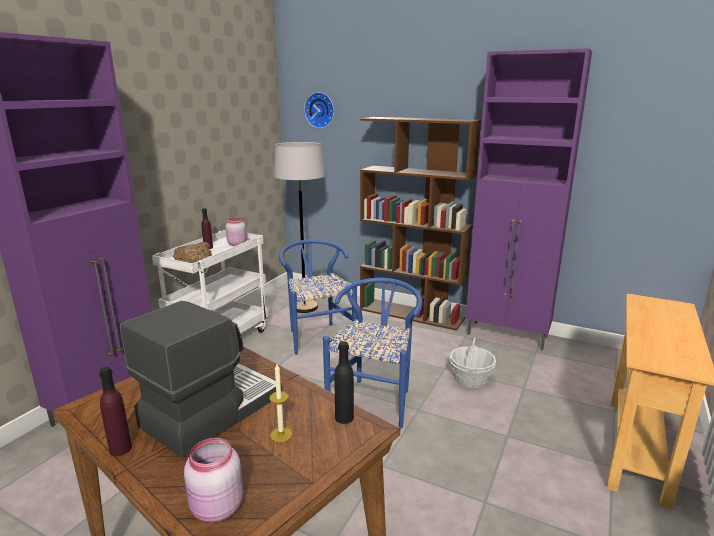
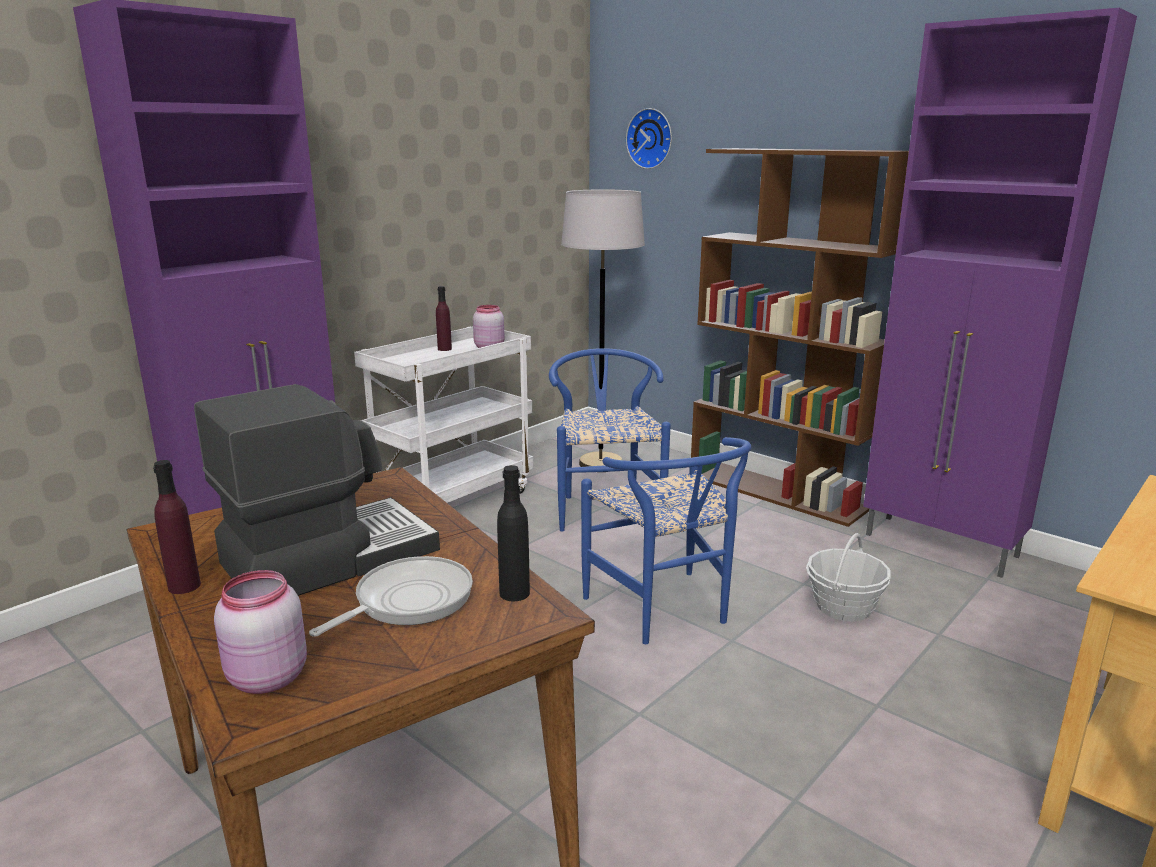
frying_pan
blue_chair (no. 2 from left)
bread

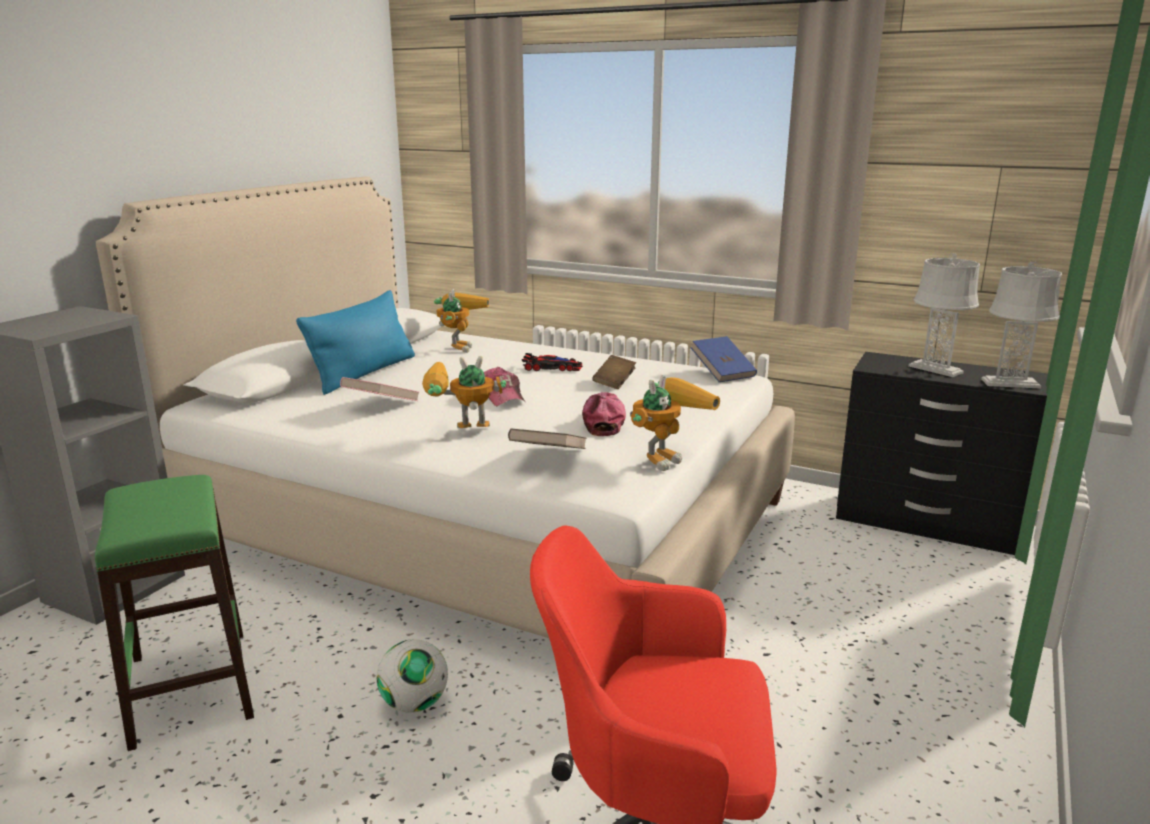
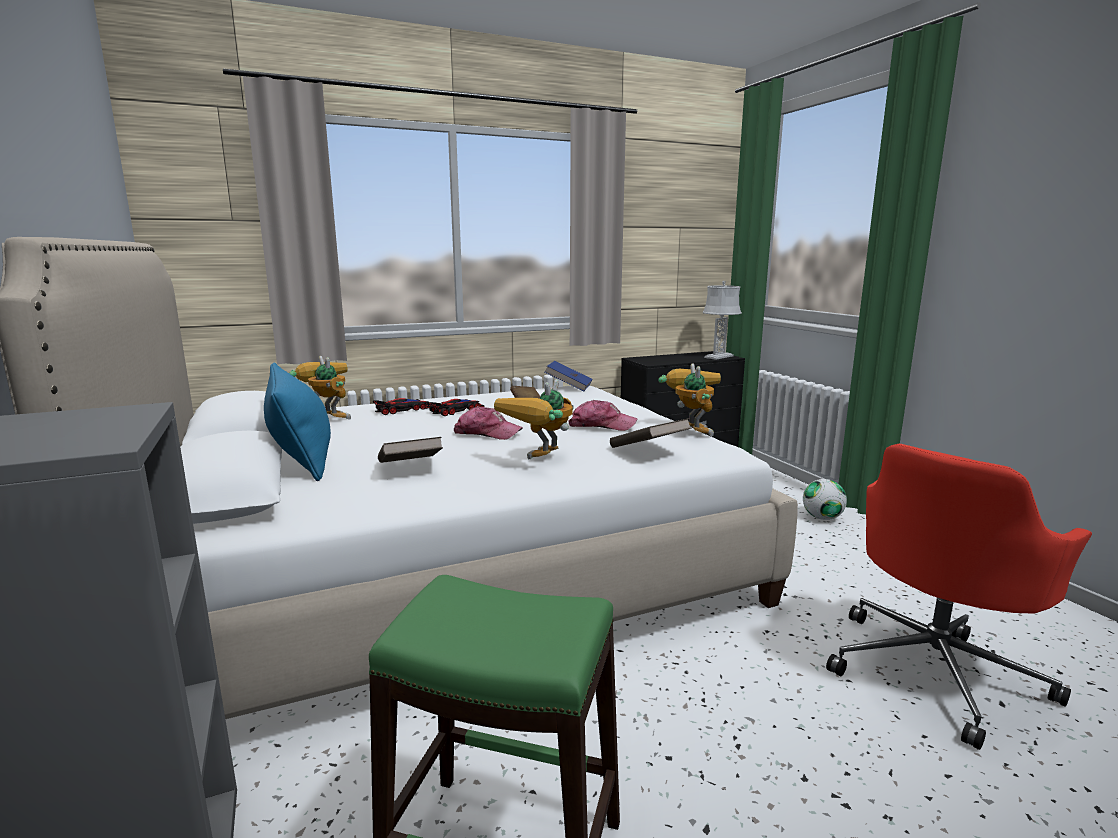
toy_car (no. 1 from left)
brown_book (no. 1 from left)
cap (no. 2 from left)
football
grey_table_lamp (no. 1 from left in the first image)

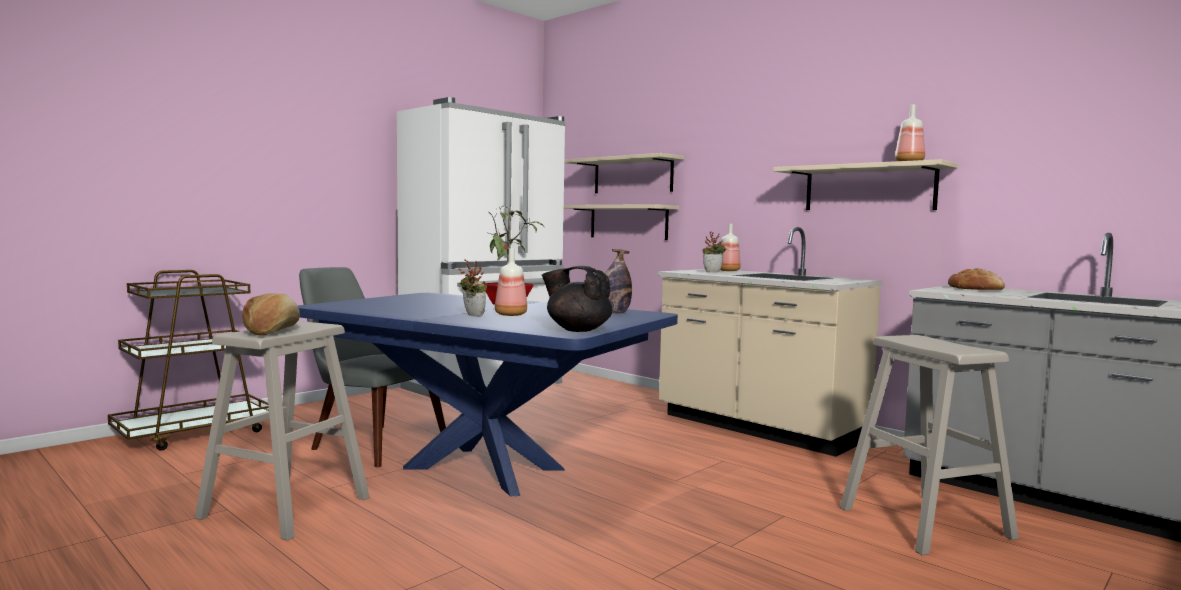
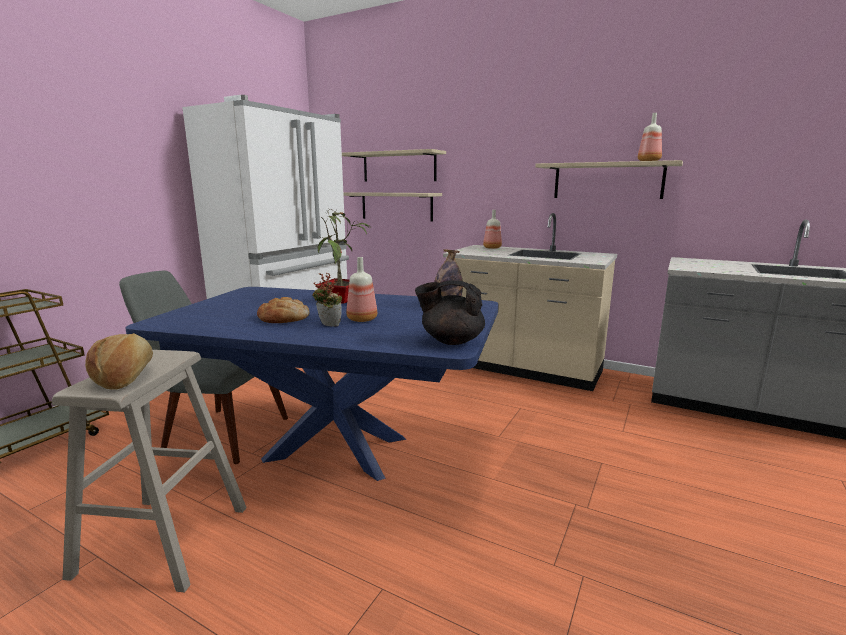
bread (no. 2 from left)
potted_plant (no. 3 from left in the first image)
beige_stool (no. 2 from left in the first image)

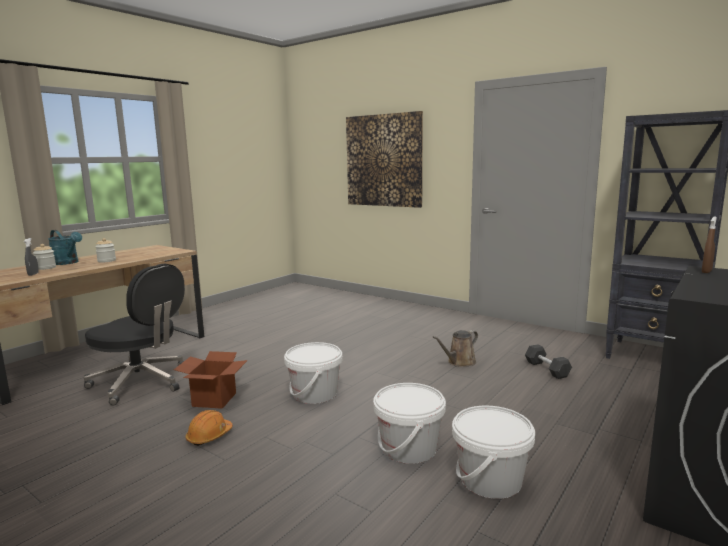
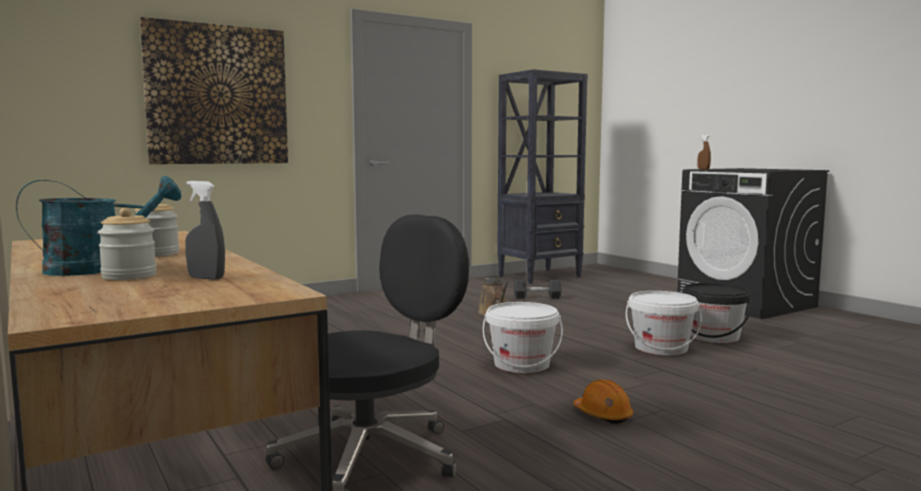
black_bucket
cardboard_box

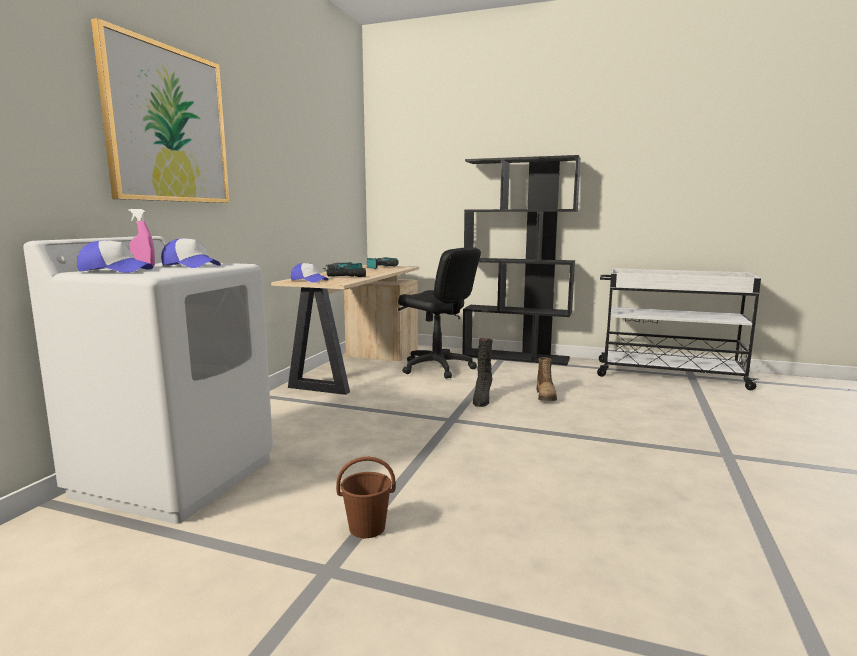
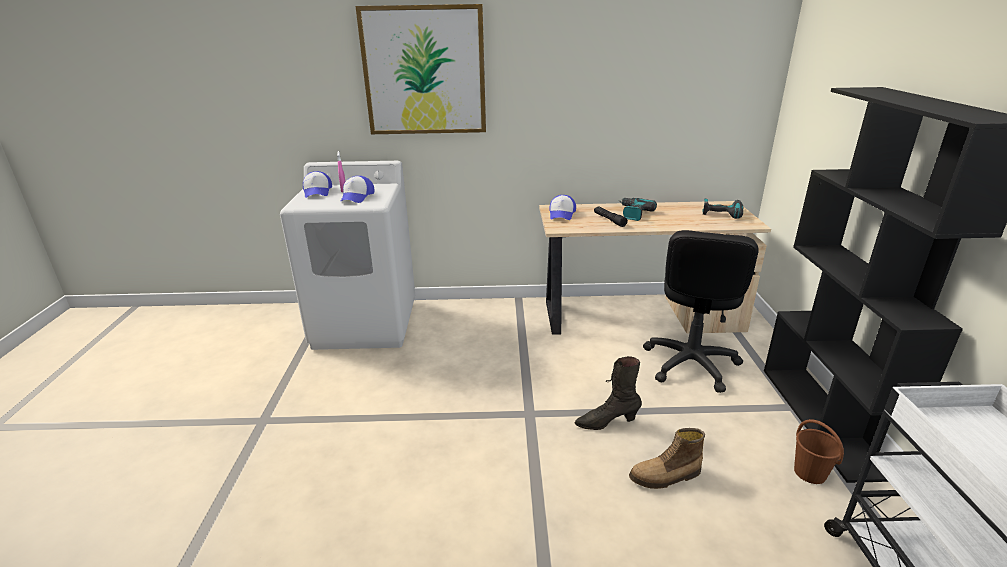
brown_bucket

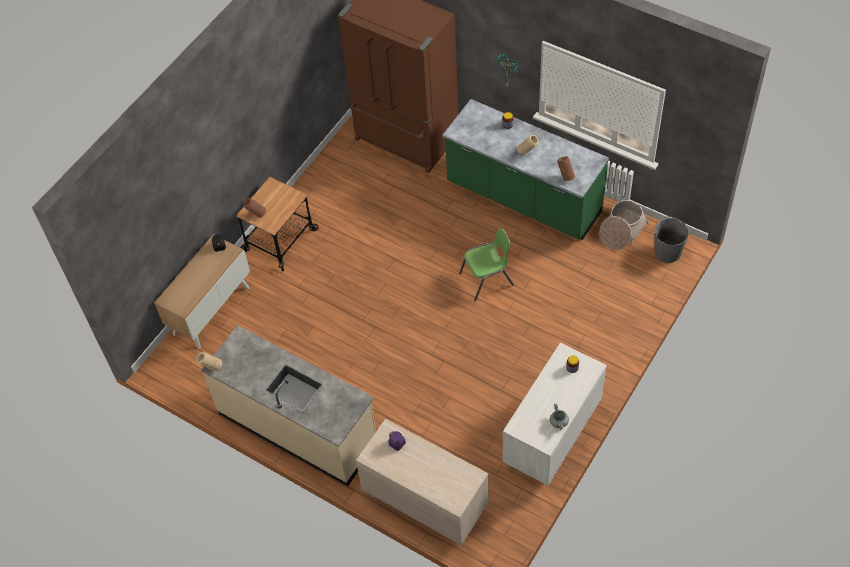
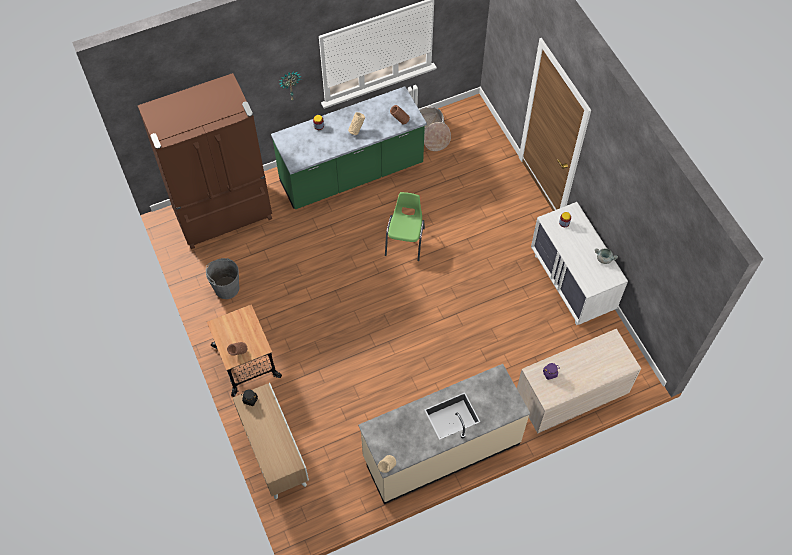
grey_bucket

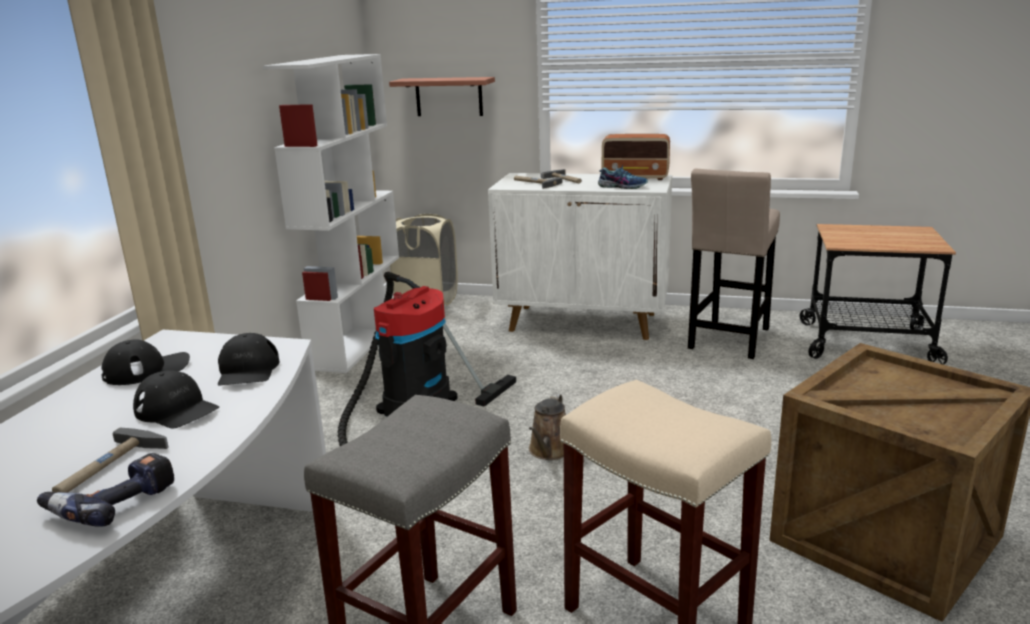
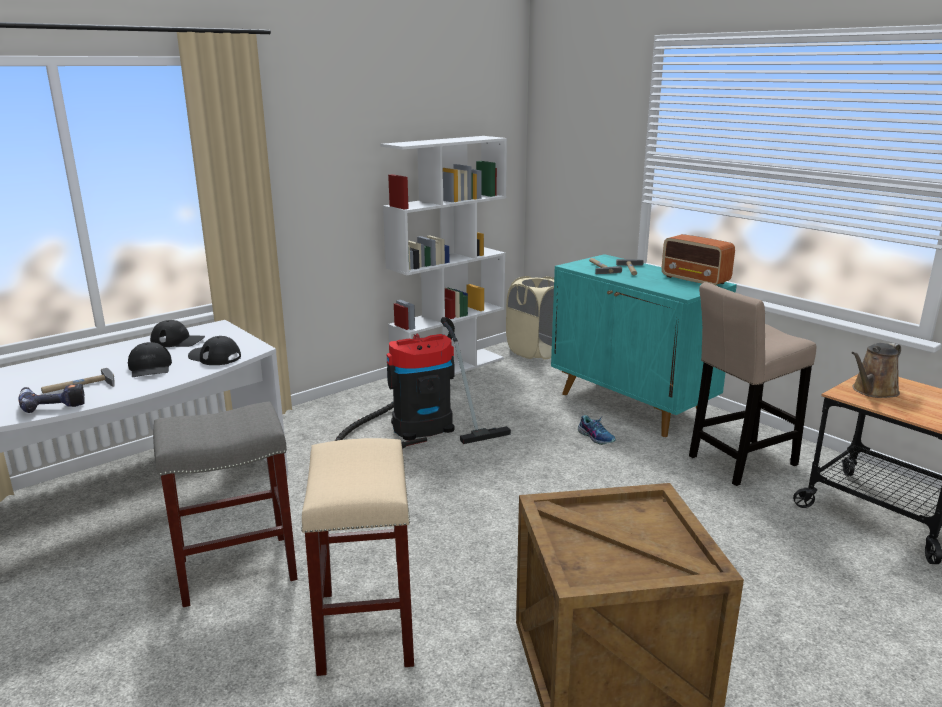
black_cap (no. 3 from left)
turquoise_cabinet
shoe
brown_watering_can
shelf

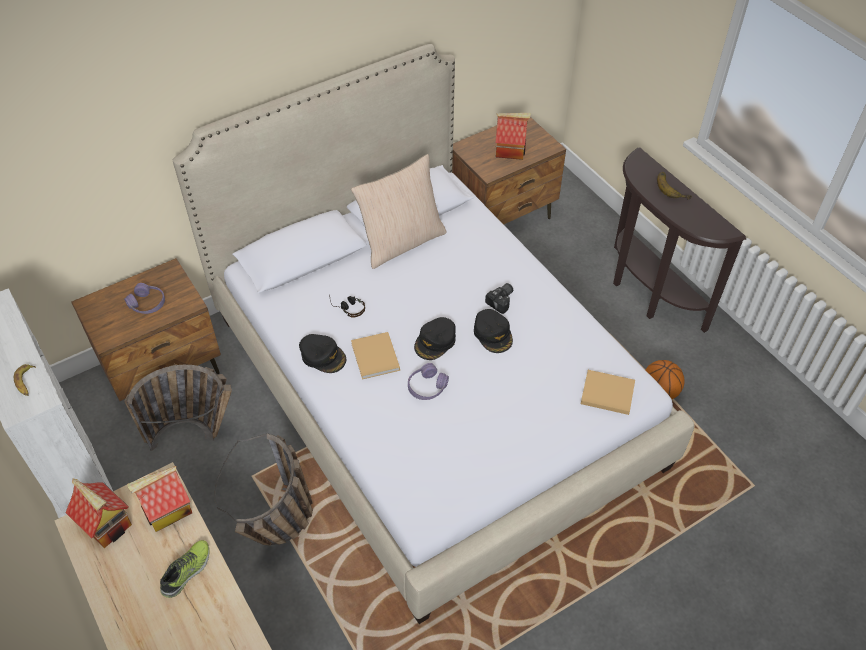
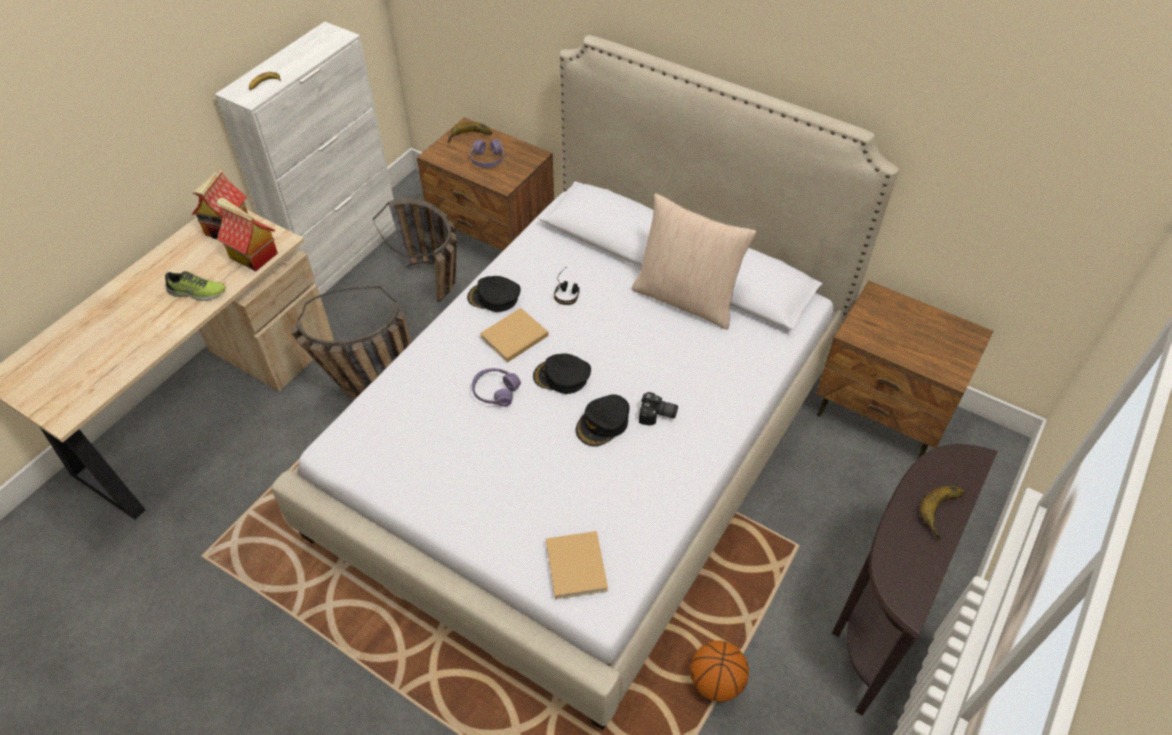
banana (no. 2 from left)
black_cap (no. 1 from left)
toy_house (no. 3 from left in the first image)

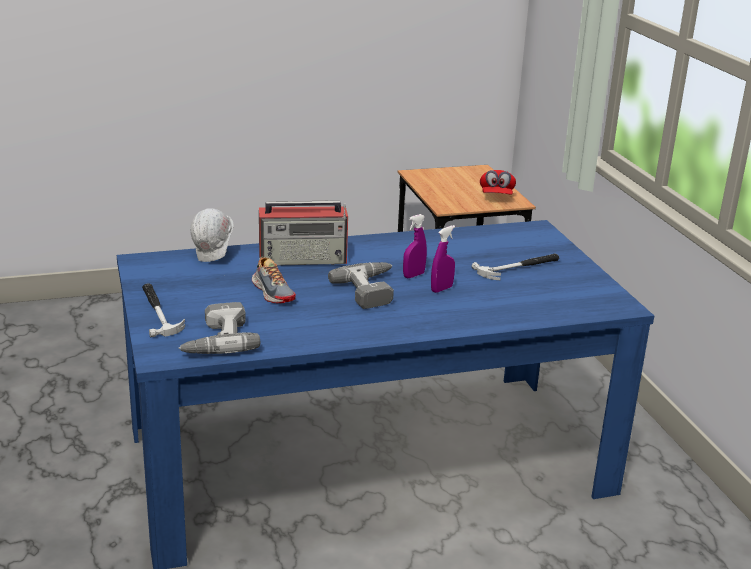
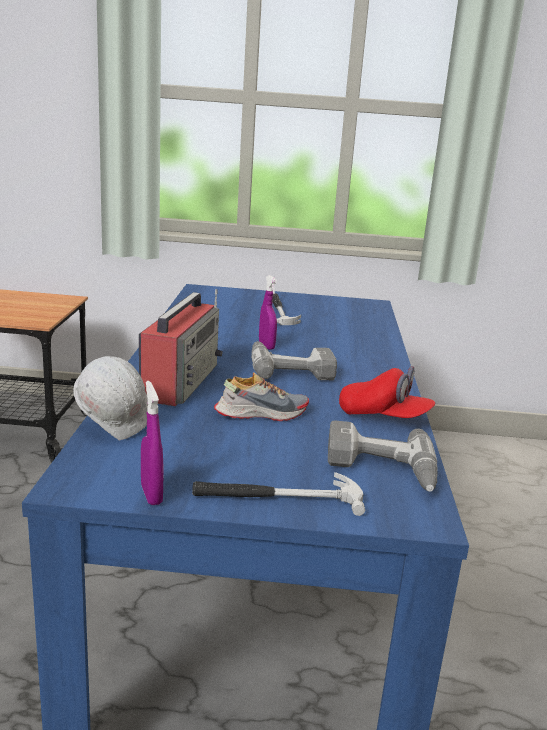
purple_spray_bottle (no. 1 from left)
red_cap

